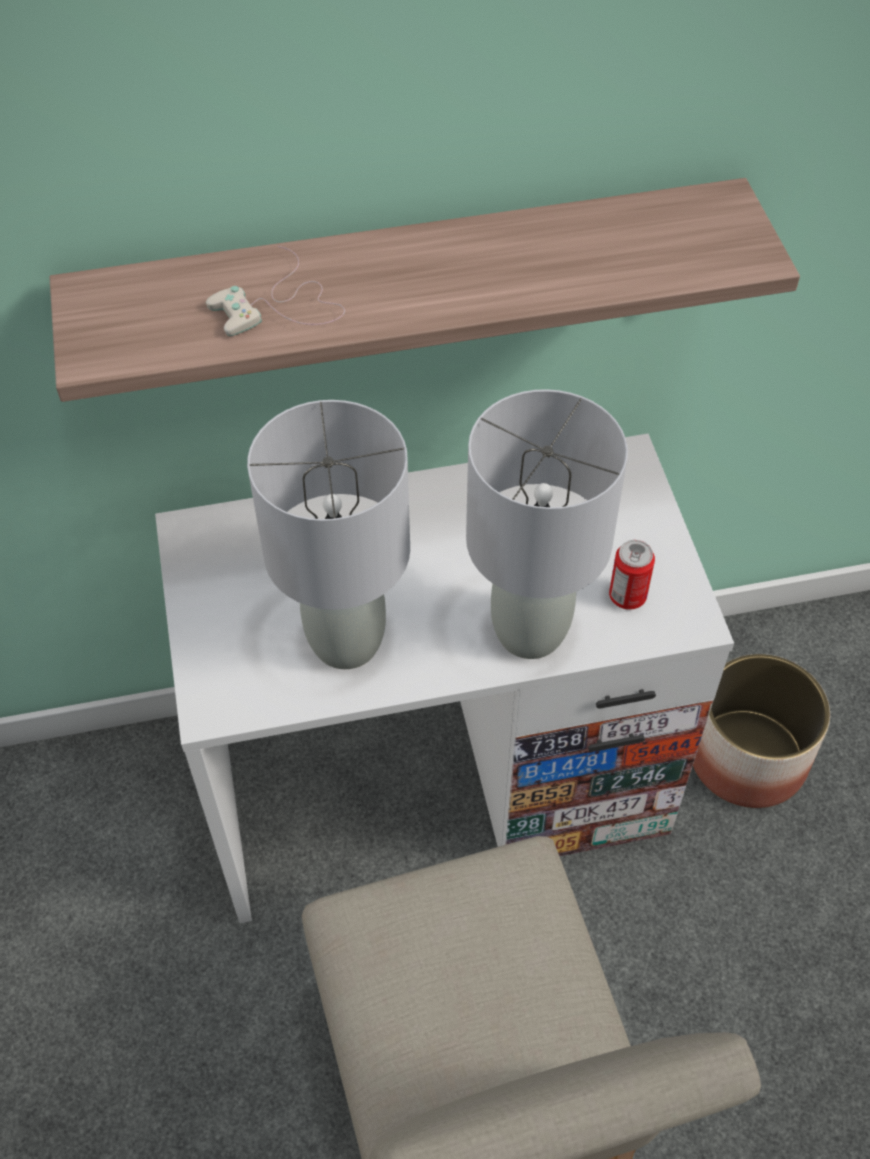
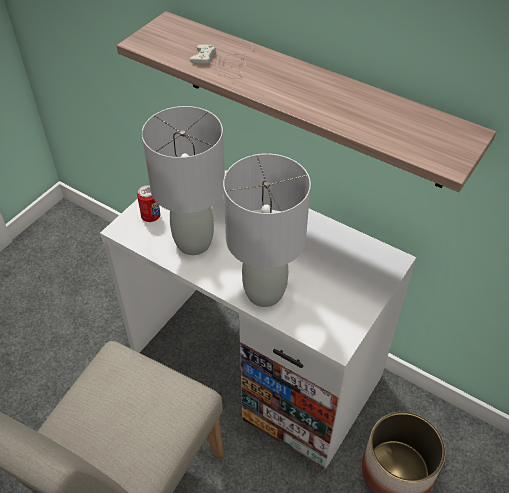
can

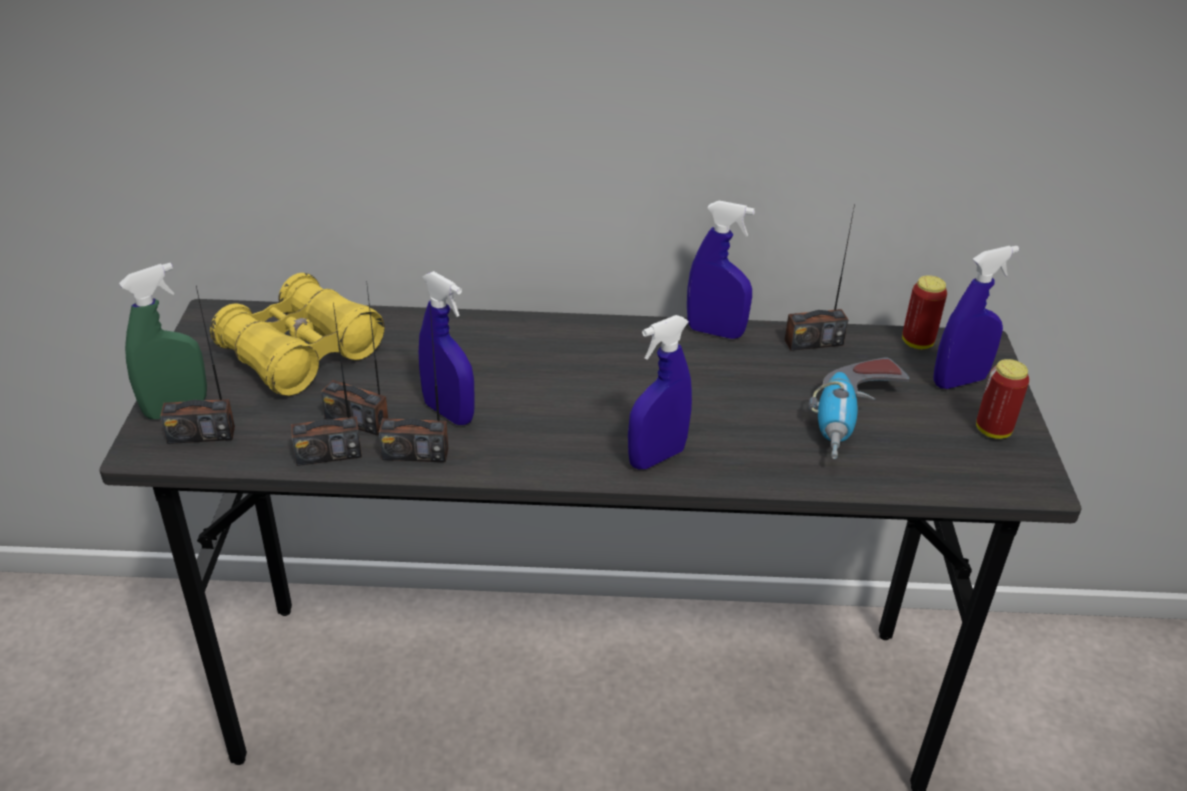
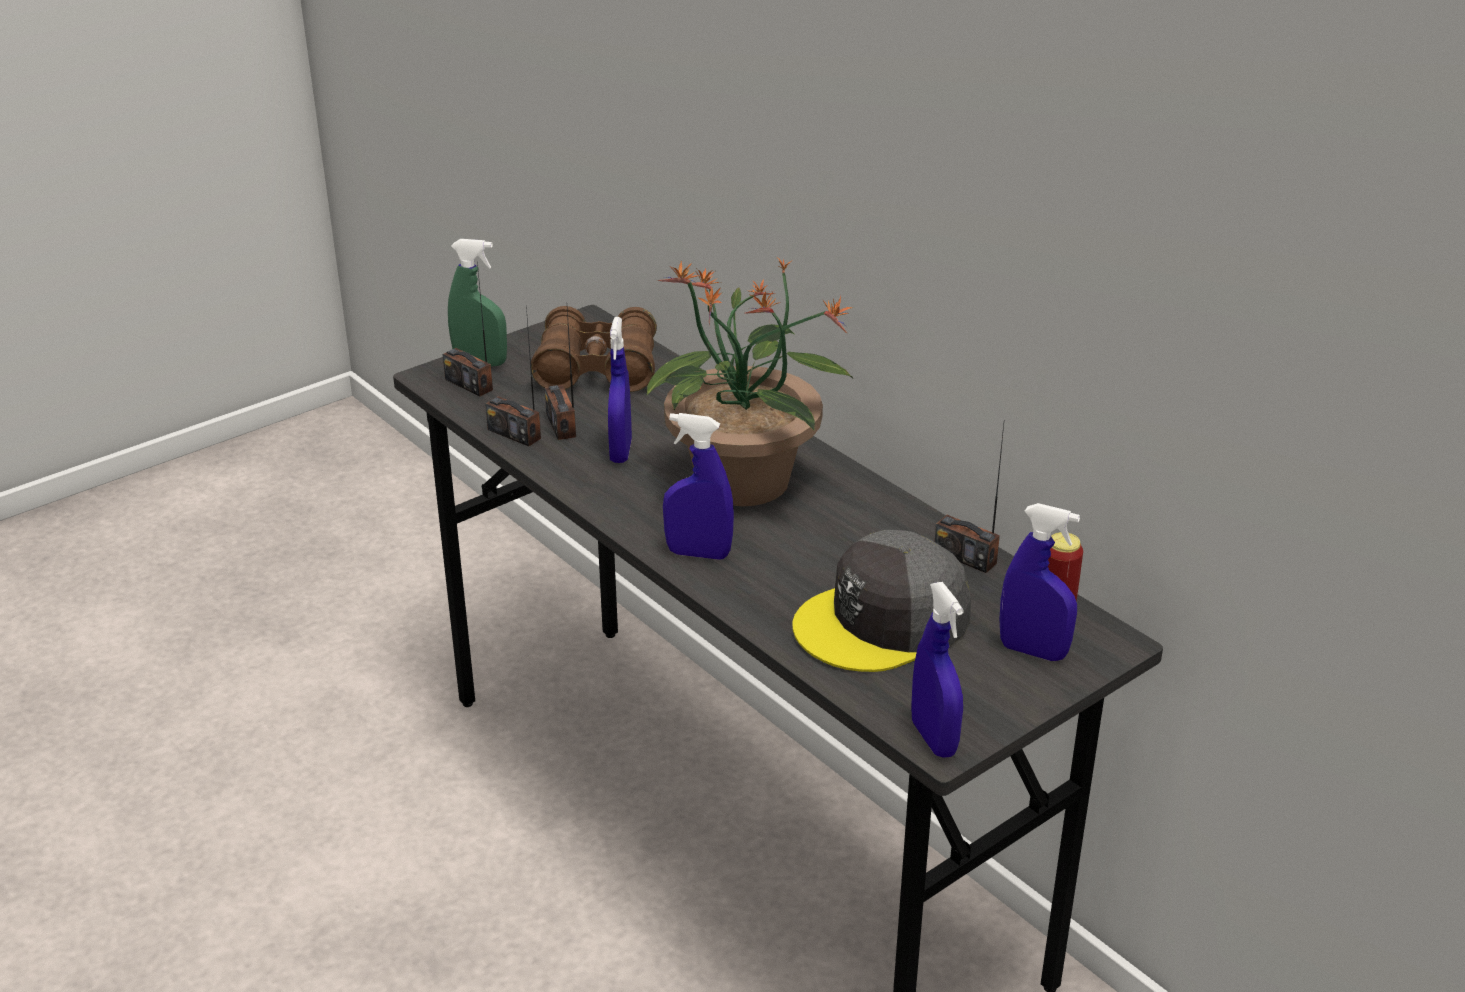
brown_binoculars
potted_plant
grey_cap
blue_spray_bottle (no. 3 from left)
radio (no. 4 from left in the first image)
can (no. 2 from left in the first image)

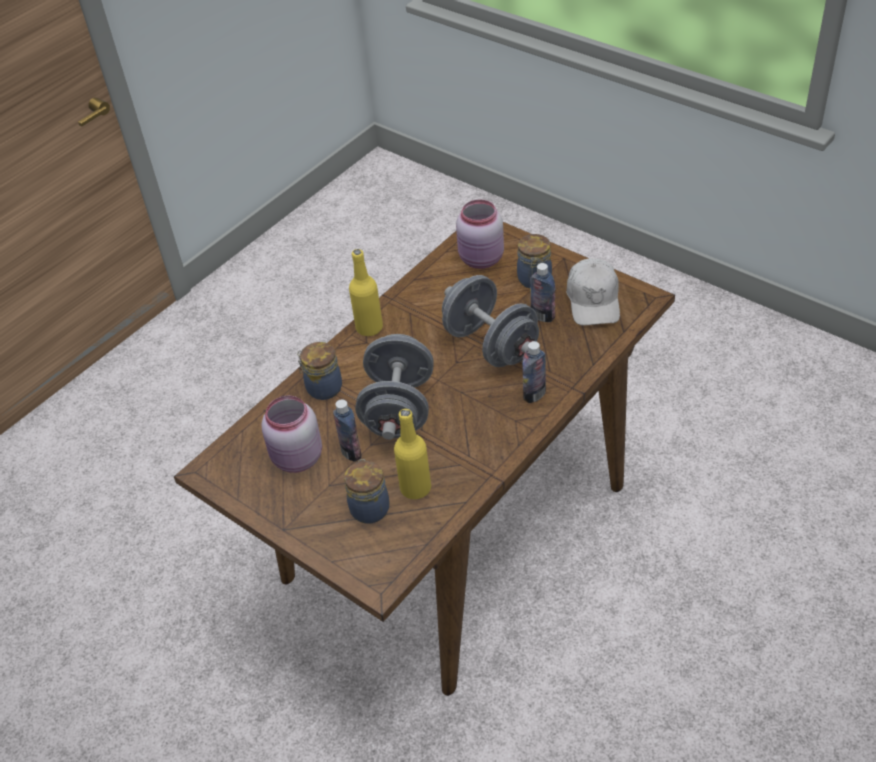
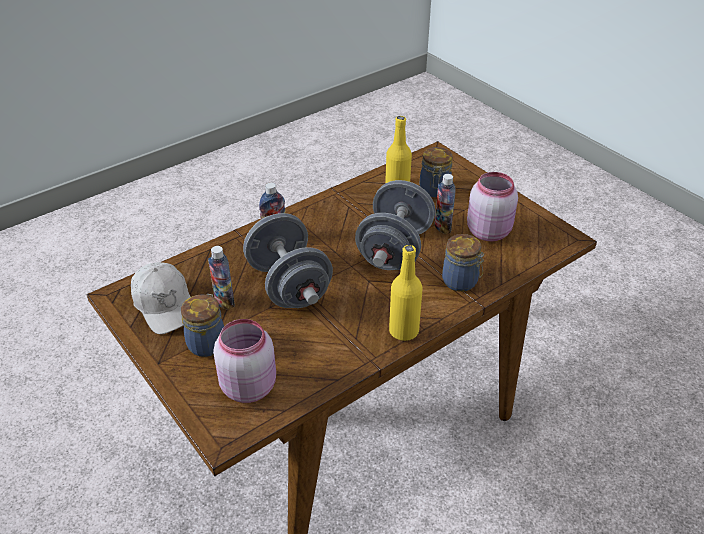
white_cap

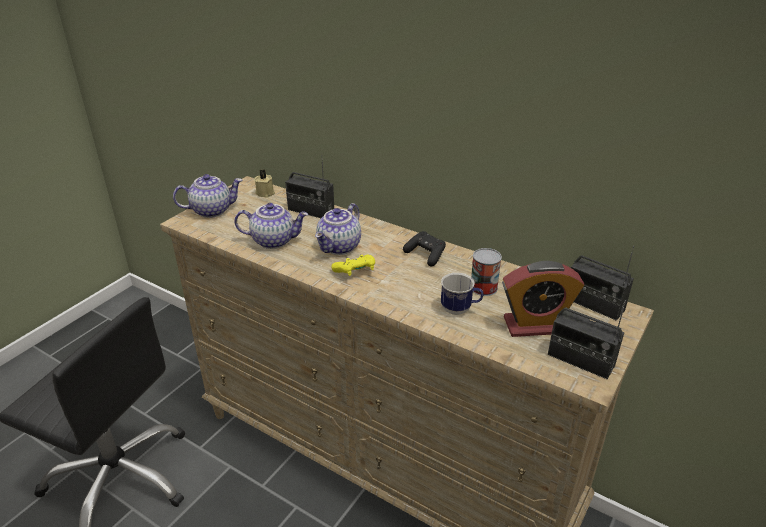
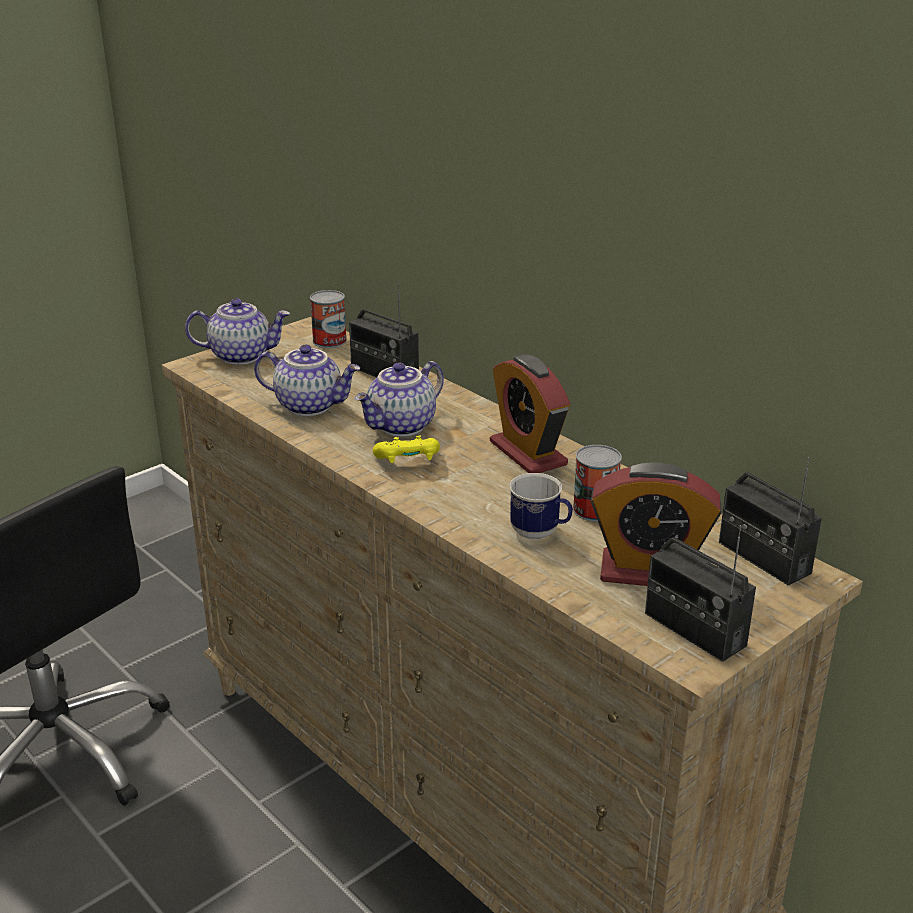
can (no. 1 from left)
alarm_clock (no. 1 from left)

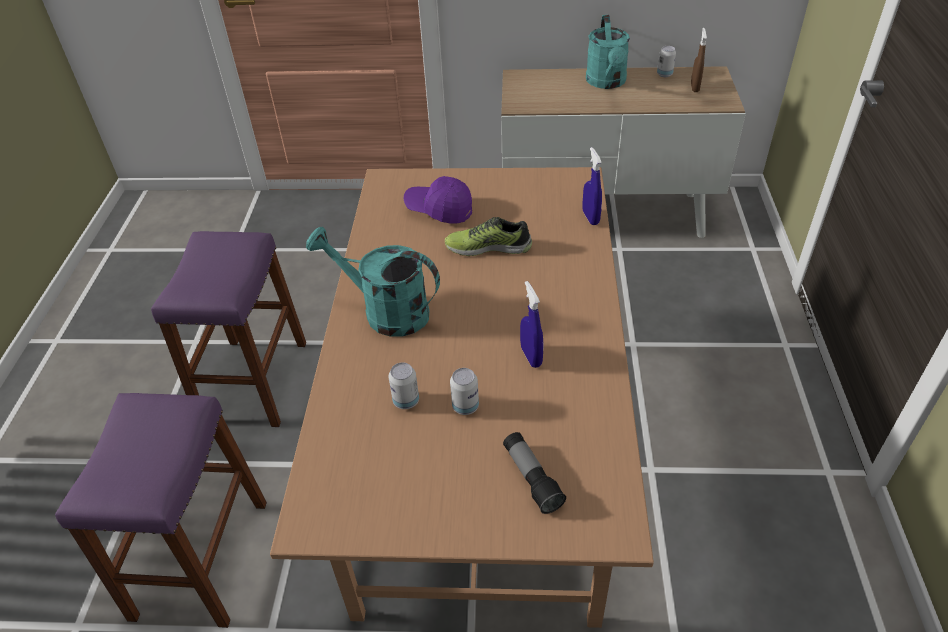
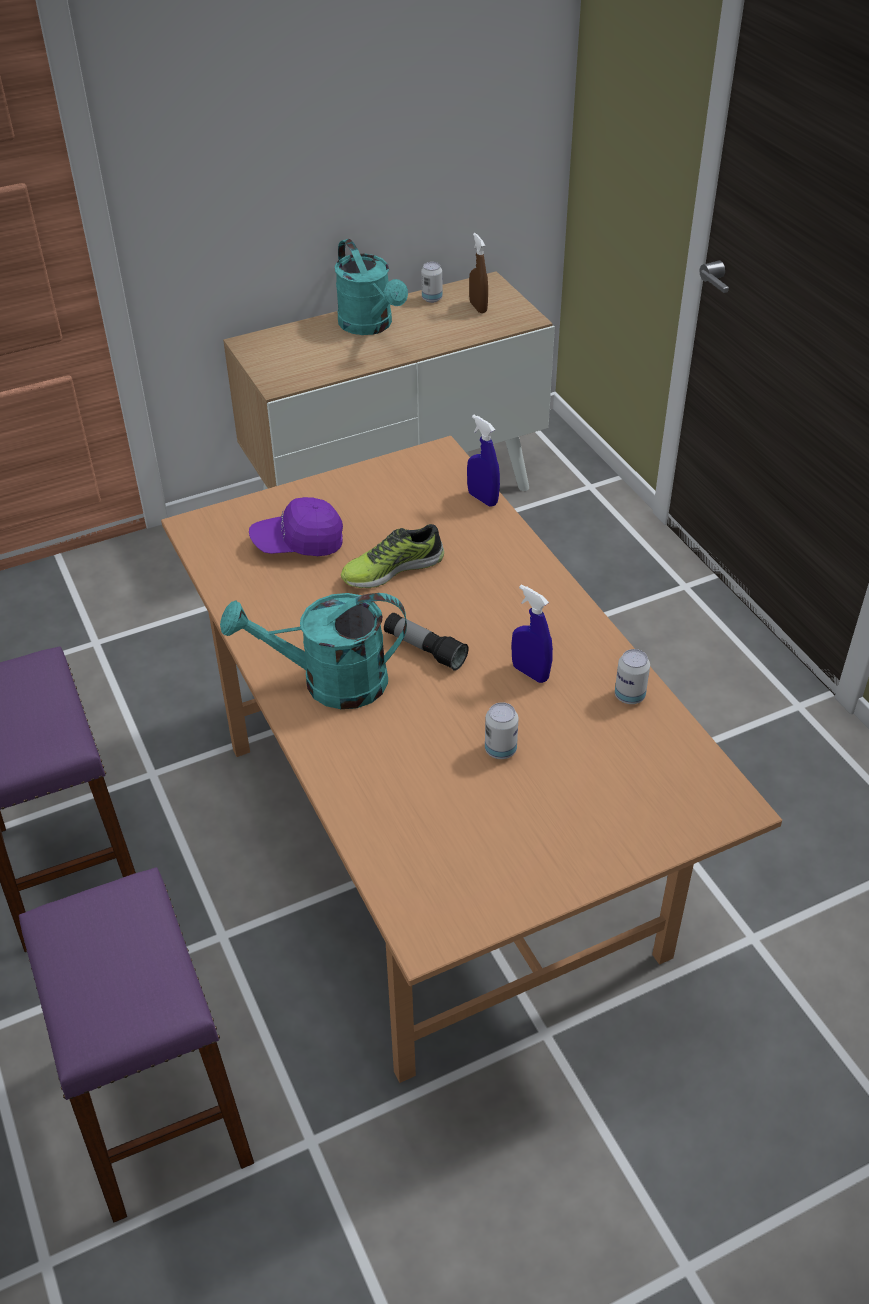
flashlight
can (no. 3 from left)

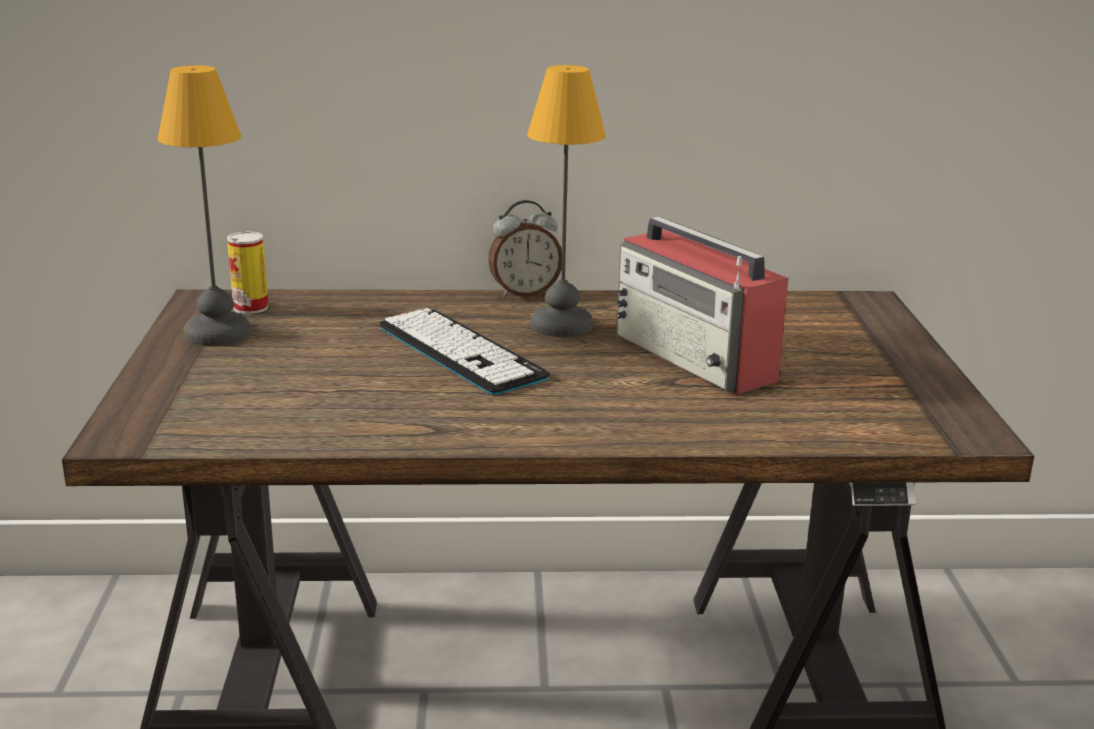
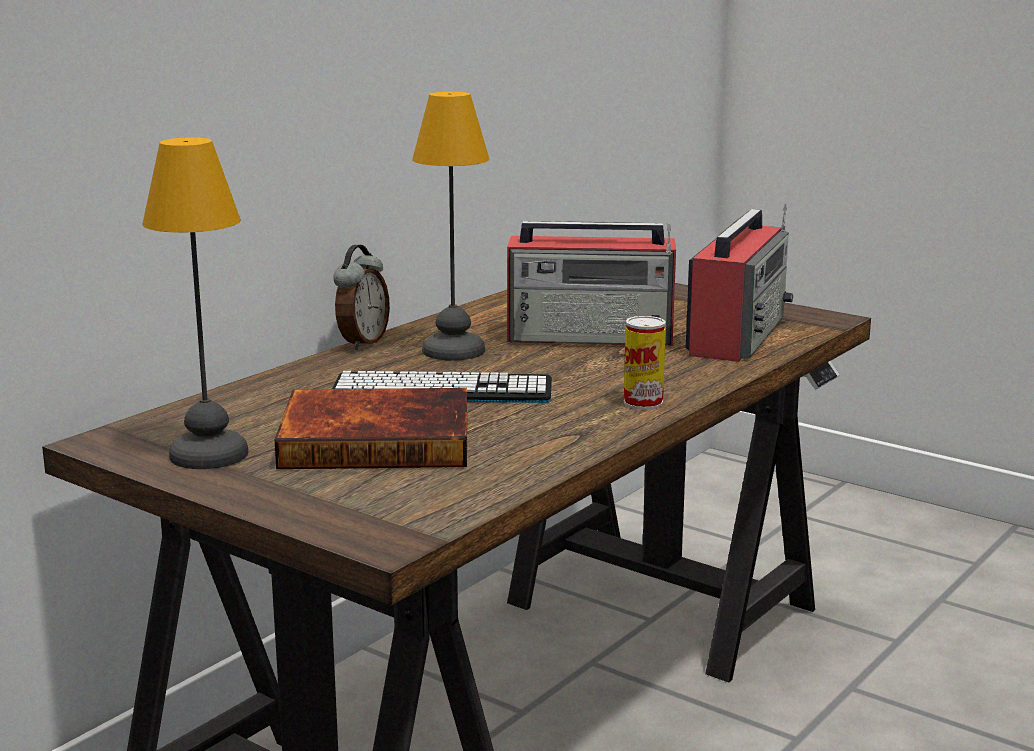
book
can
radio (no. 2 from left)

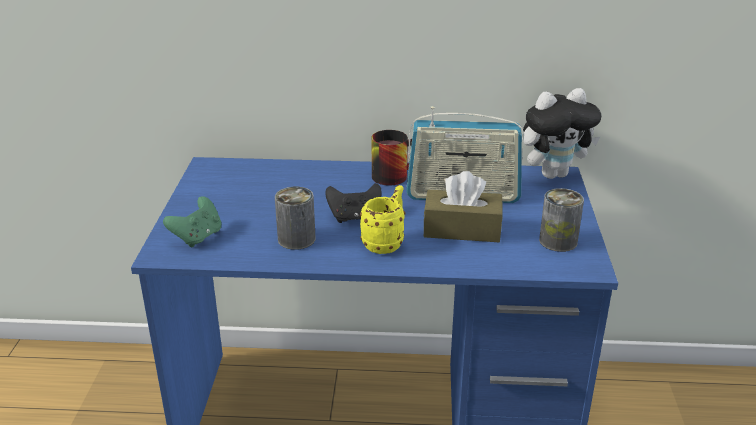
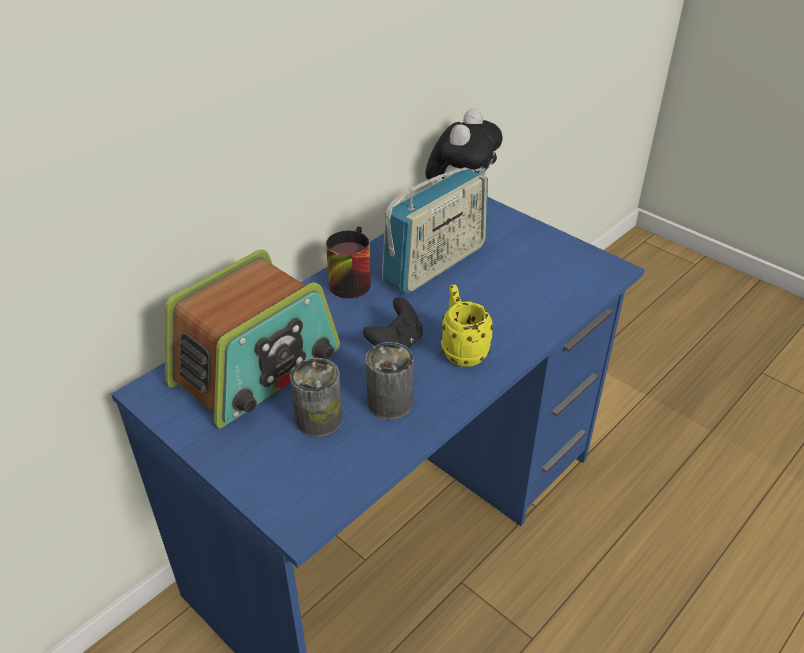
radio (no. 1 from left)
can (no. 1 from left)
green_game_controller
brown_tissue_box

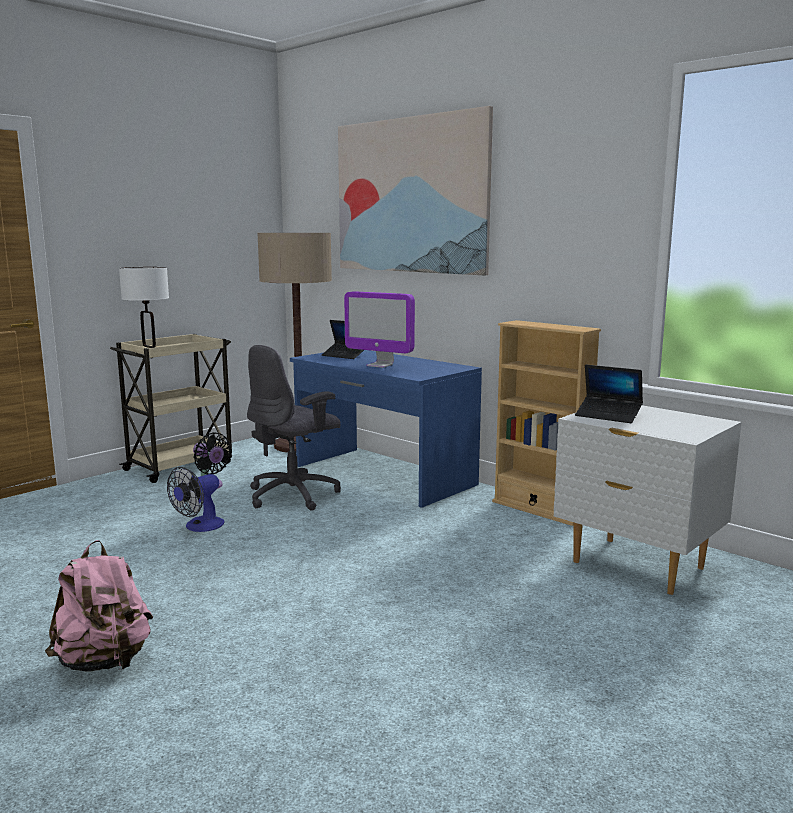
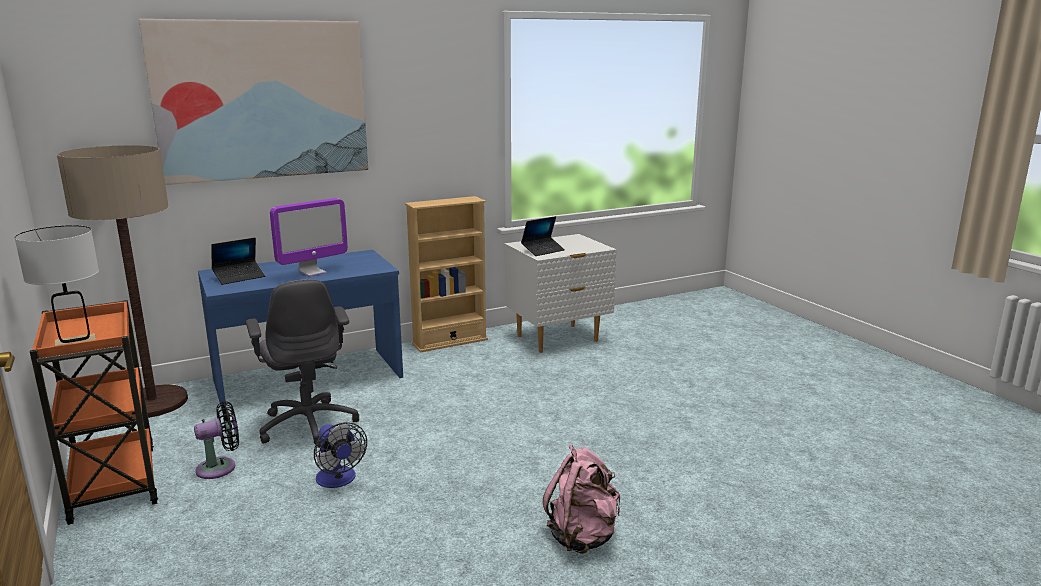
orange_cart

